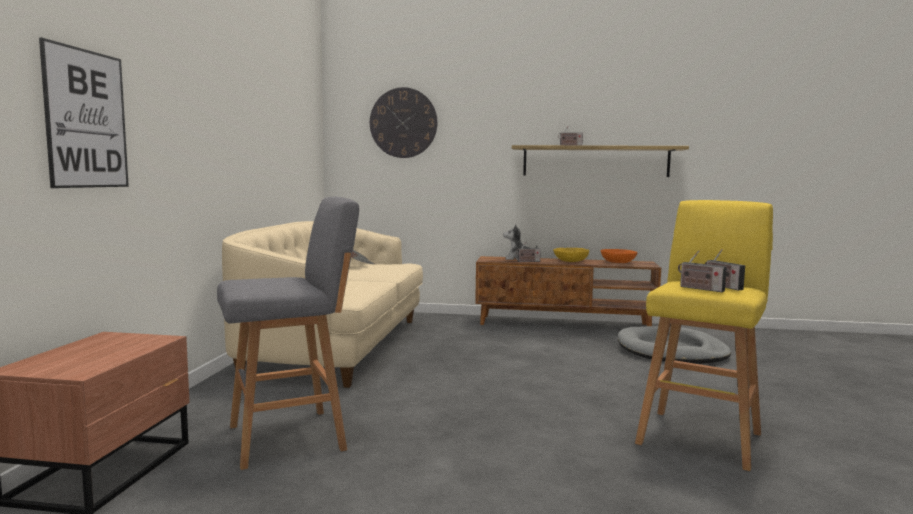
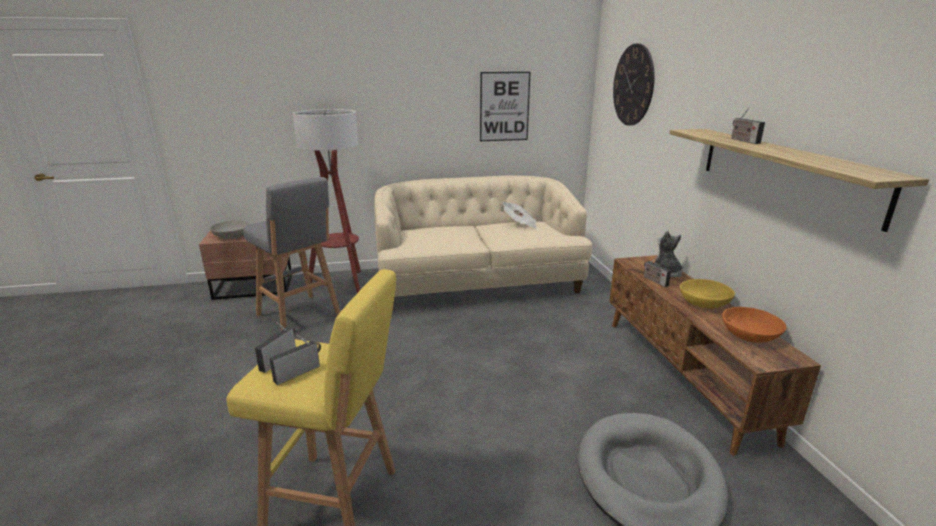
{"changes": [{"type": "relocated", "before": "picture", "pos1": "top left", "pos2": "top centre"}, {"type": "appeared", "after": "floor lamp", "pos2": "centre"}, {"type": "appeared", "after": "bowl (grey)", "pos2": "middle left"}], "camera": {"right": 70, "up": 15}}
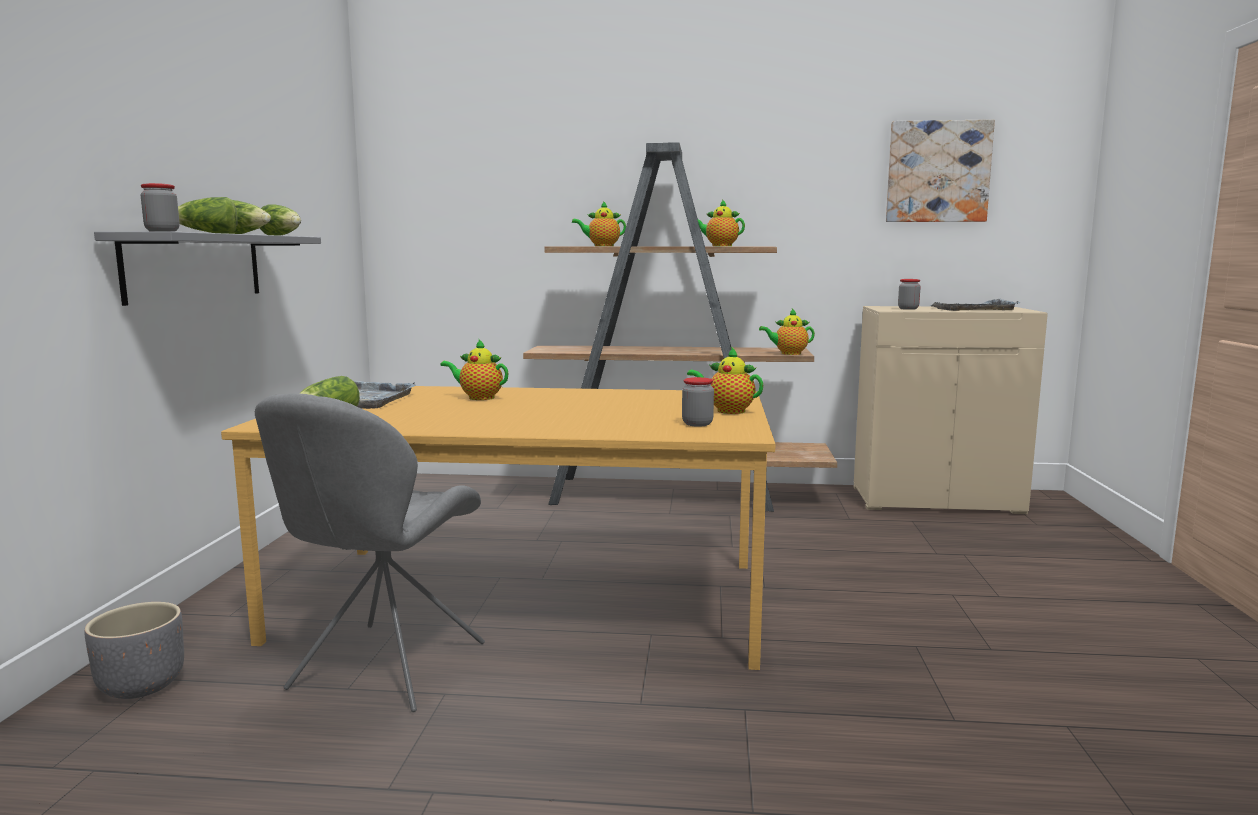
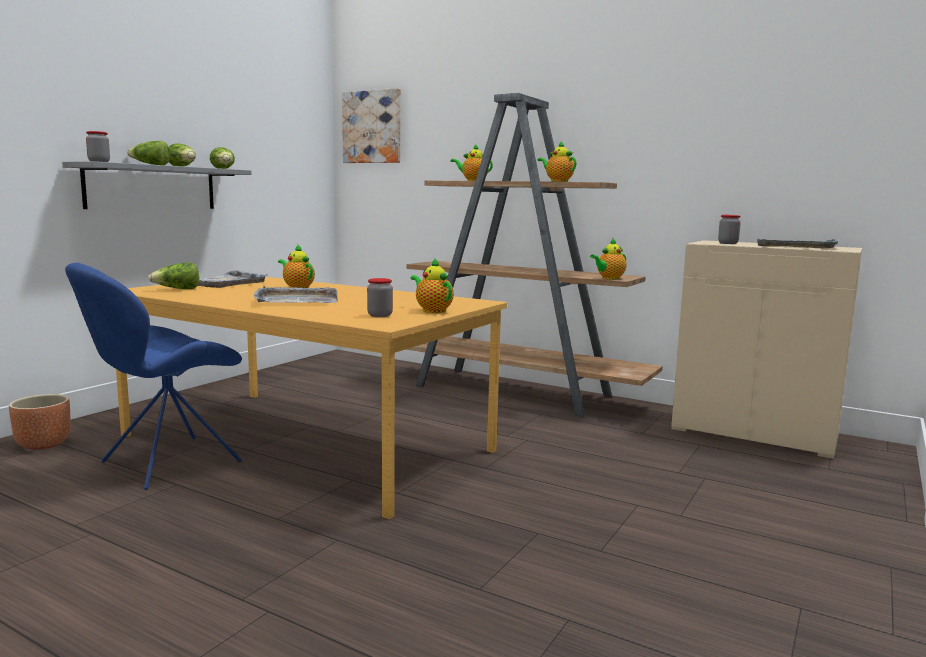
{"changes": [{"type": "relocated", "before": "picture", "pos1": "top right", "pos2": "top centre"}, {"type": "spun", "before": "teapot (no. 5 from left)", "pos1": "centre", "pos2": "centre", "turn": -60}, {"type": "colour", "before": "chair (grey)", "after": "chair (blue)", "pos1": "bottom left", "pos2": "middle left"}, {"type": "colour", "before": "planter (grey)", "after": "planter (brown)", "pos1": "bottom left", "pos2": "middle left"}, {"type": "appeared", "after": "tray (grey) (no. 2 from left)", "pos2": "middle left"}], "camera": {"right": 25, "up": 0}}
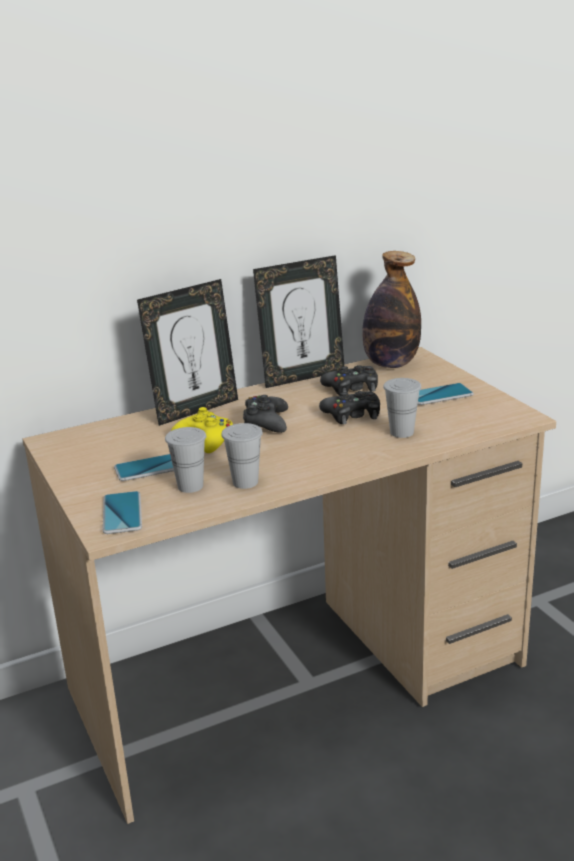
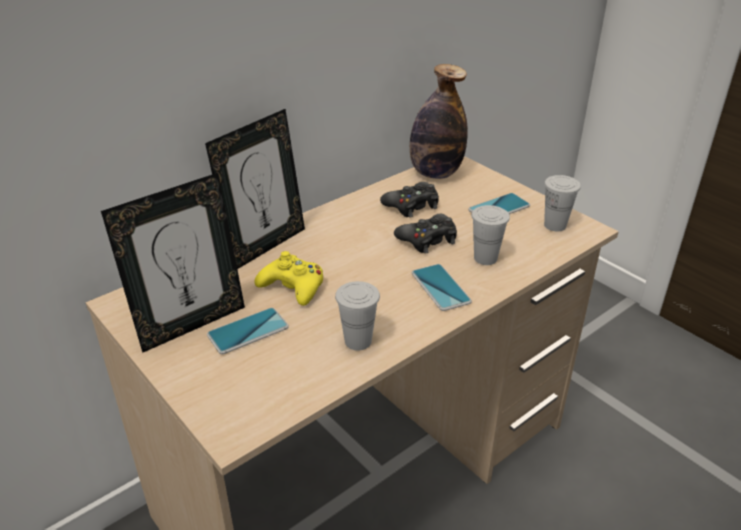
{"changes": [{"type": "relocated", "before": "picture frame (no. 2 from left in the first image)", "after": "picture frame (no. 1 from left)", "pos1": "centre", "pos2": "middle left"}, {"type": "missing", "before": "game controller (black) (no. 1 from left)", "pos1": "centre"}, {"type": "relocated", "before": "cup (white) (no. 1 from left in the first image)", "after": "cup (white) (no. 3 from left)", "pos1": "middle left", "pos2": "middle right"}, {"type": "relocated", "before": "phone (no. 1 from left in the first image)", "after": "phone (no. 2 from left)", "pos1": "middle left", "pos2": "centre"}], "camera": {"right": -15, "up": 10}}
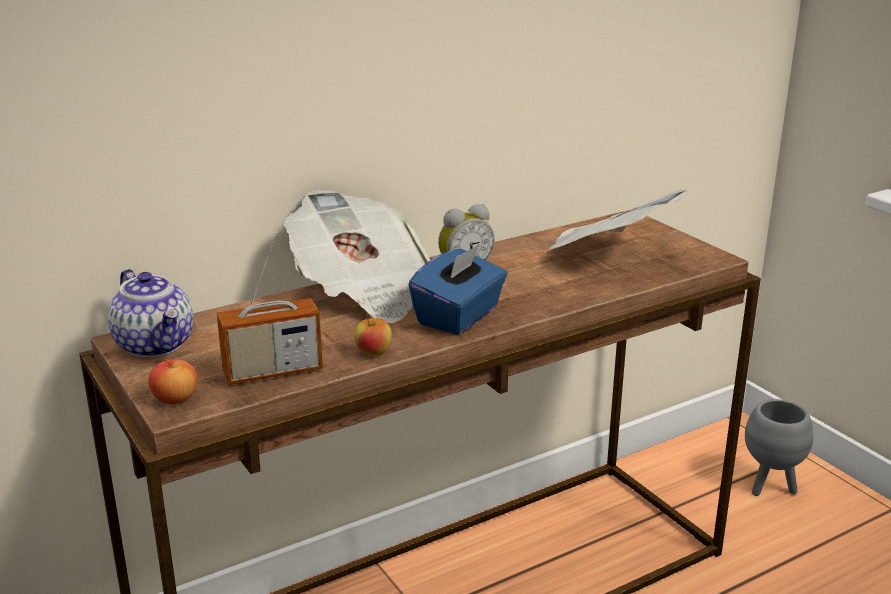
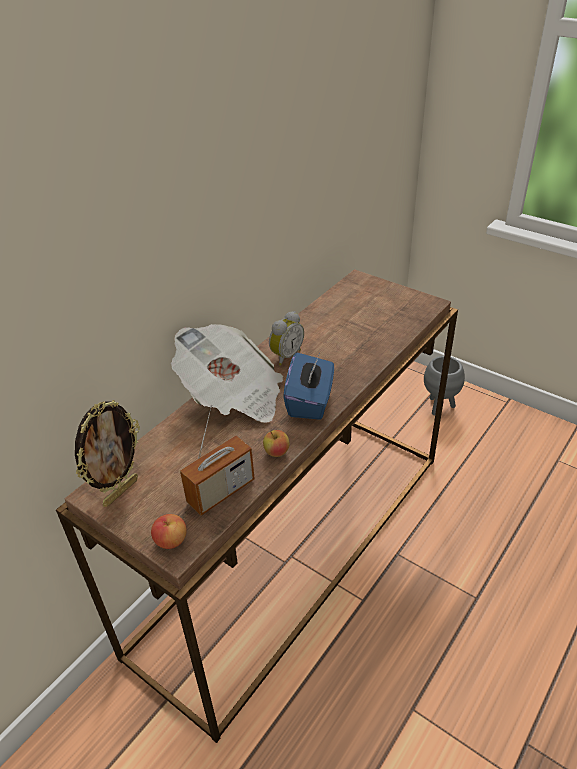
{"changes": [{"type": "missing", "before": "newspaper (no. 2 from left)", "pos1": "middle right"}, {"type": "exchanged", "before": "teapot", "after": "picture frame", "pos1": "middle left", "pos2": "middle left"}], "camera": {"right": -20, "up": 15}}
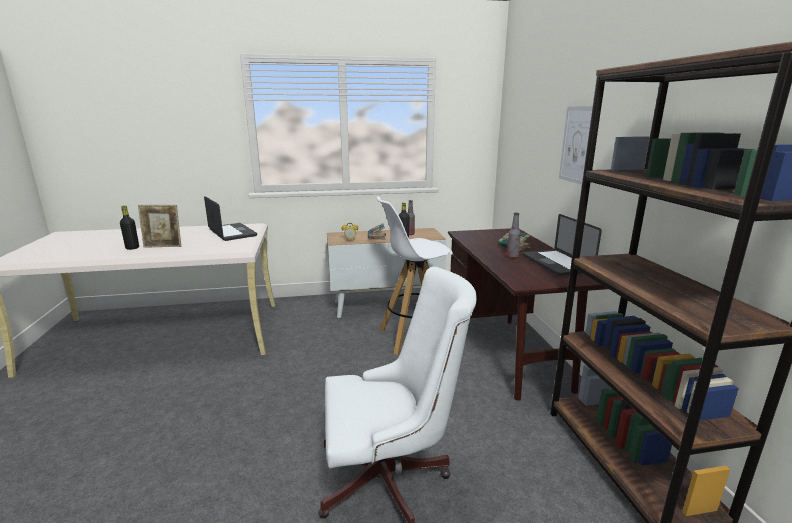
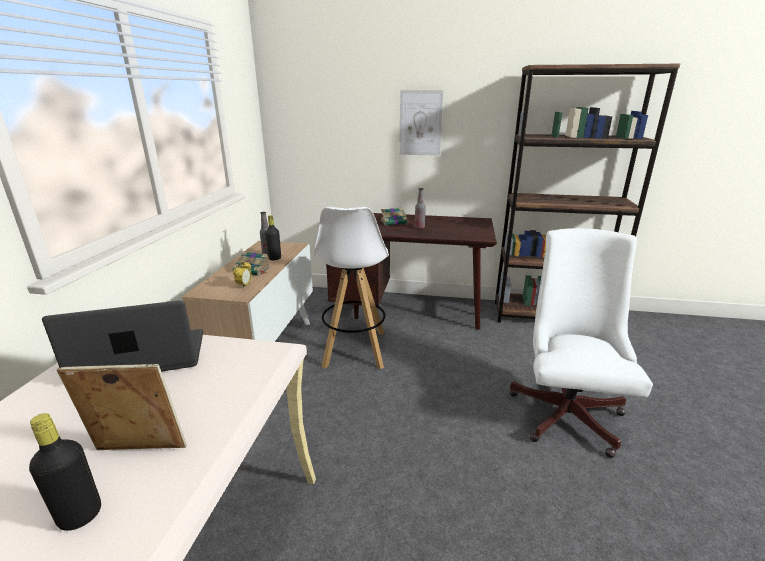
{"changes": [{"type": "spun", "before": "picture frame", "pos1": "middle left", "pos2": "bottom left", "turn": -105}, {"type": "missing", "before": "laptop (no. 2 from left)", "pos1": "middle right"}], "camera": {"right": -70, "up": 5}}
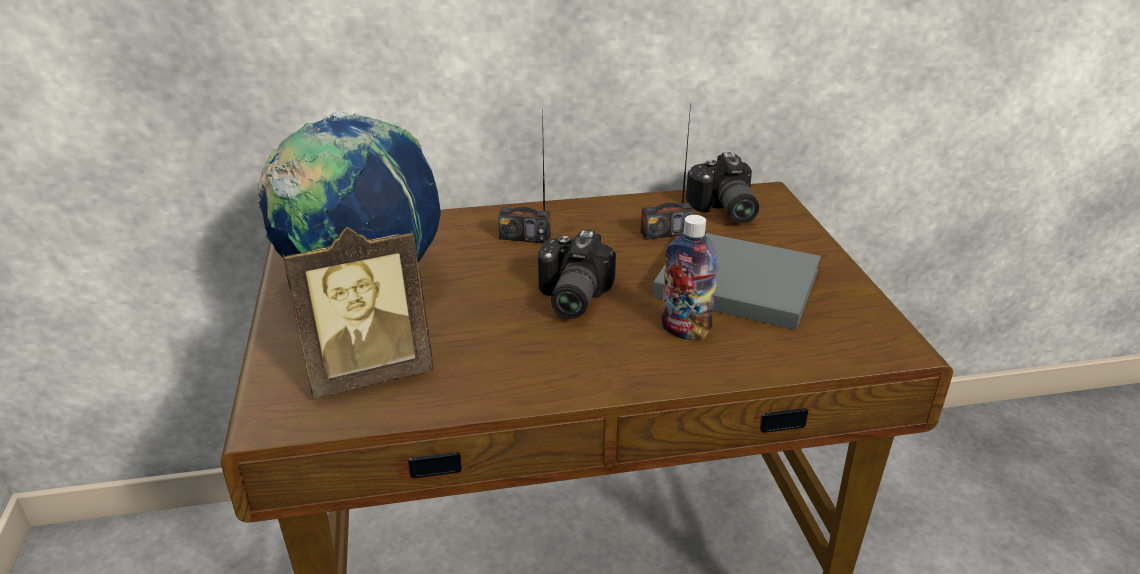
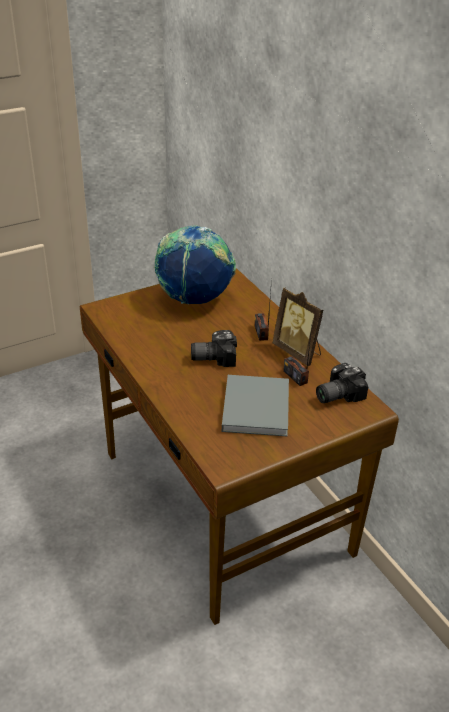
{"changes": [{"type": "missing", "before": "bottle", "pos1": "centre"}, {"type": "relocated", "before": "picture frame", "pos1": "middle left", "pos2": "centre"}], "camera": {"right": 70, "up": 5}}
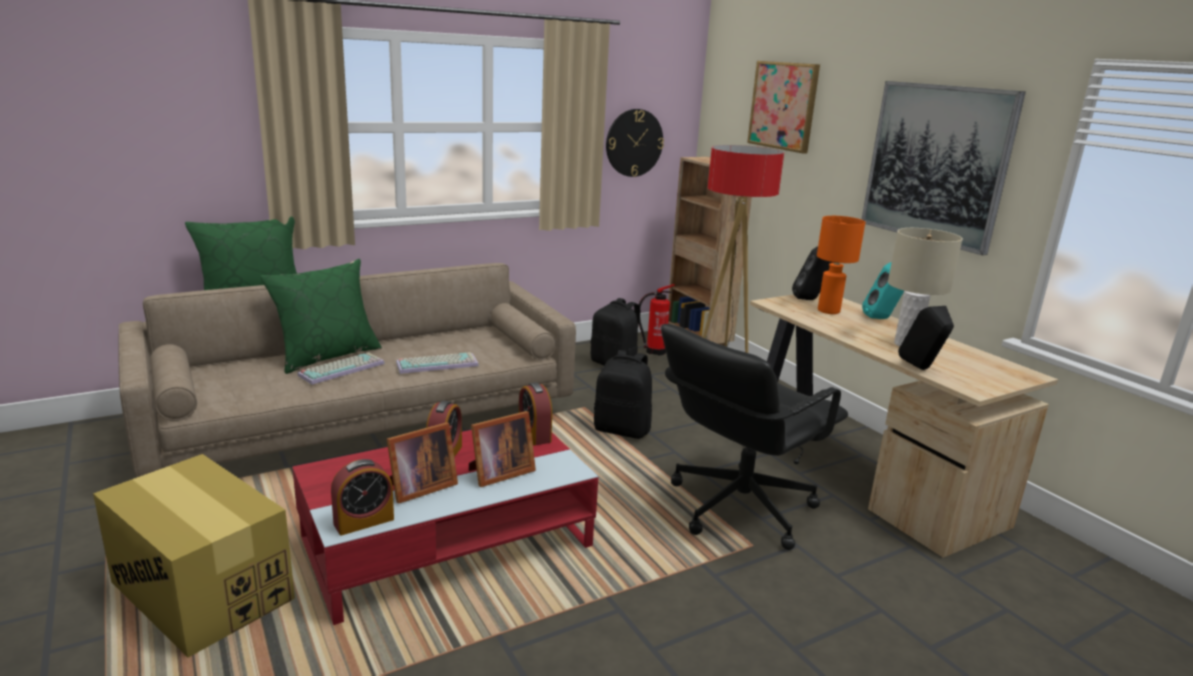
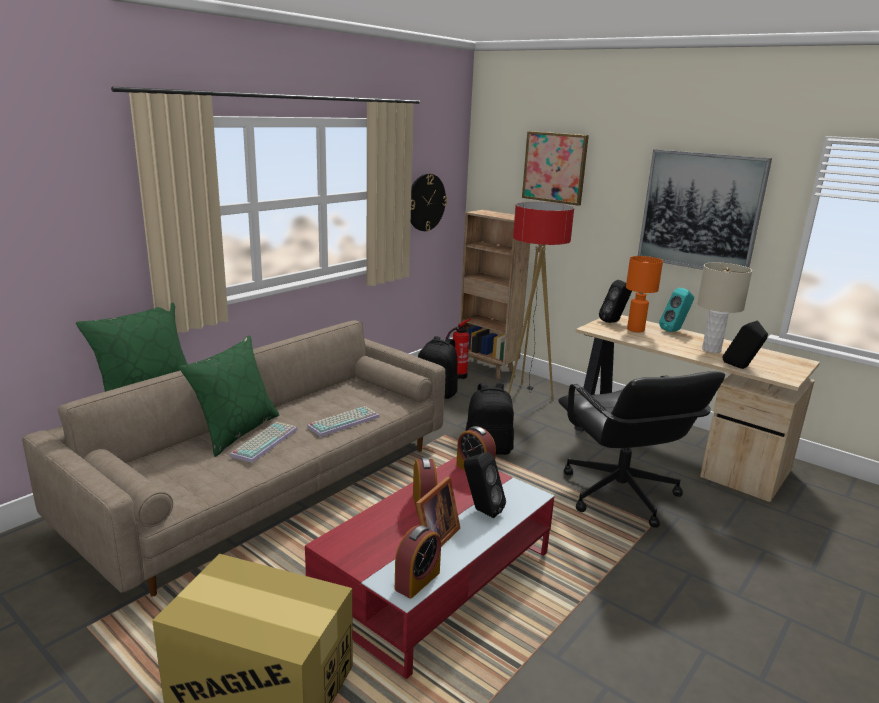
{"changes": [{"type": "spun", "before": "office chair (black)", "pos1": "centre", "pos2": "middle right", "turn": -45}, {"type": "exchanged", "before": "picture frame (no. 2 from left)", "after": "speaker (black) (no. 1 from left)", "pos1": "centre", "pos2": "bottom centre"}], "camera": {"right": -20, "up": 0}}
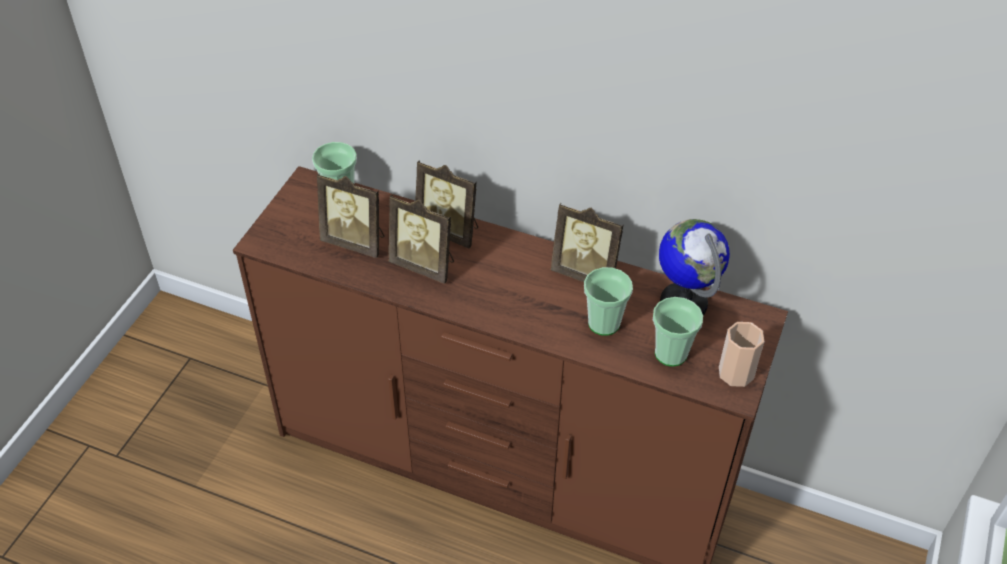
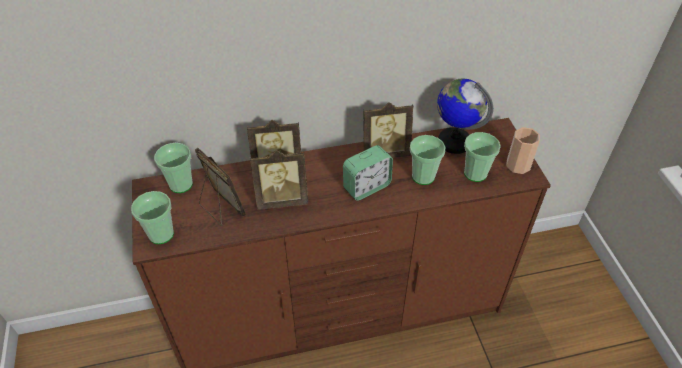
{"changes": [{"type": "spun", "before": "picture frame (no. 1 from left)", "pos1": "centre", "pos2": "middle left", "turn": -120}, {"type": "appeared", "after": "alarm clock", "pos2": "centre"}, {"type": "appeared", "after": "cup (no. 1 from left)", "pos2": "middle left"}], "camera": {"right": -35, "up": 0}}
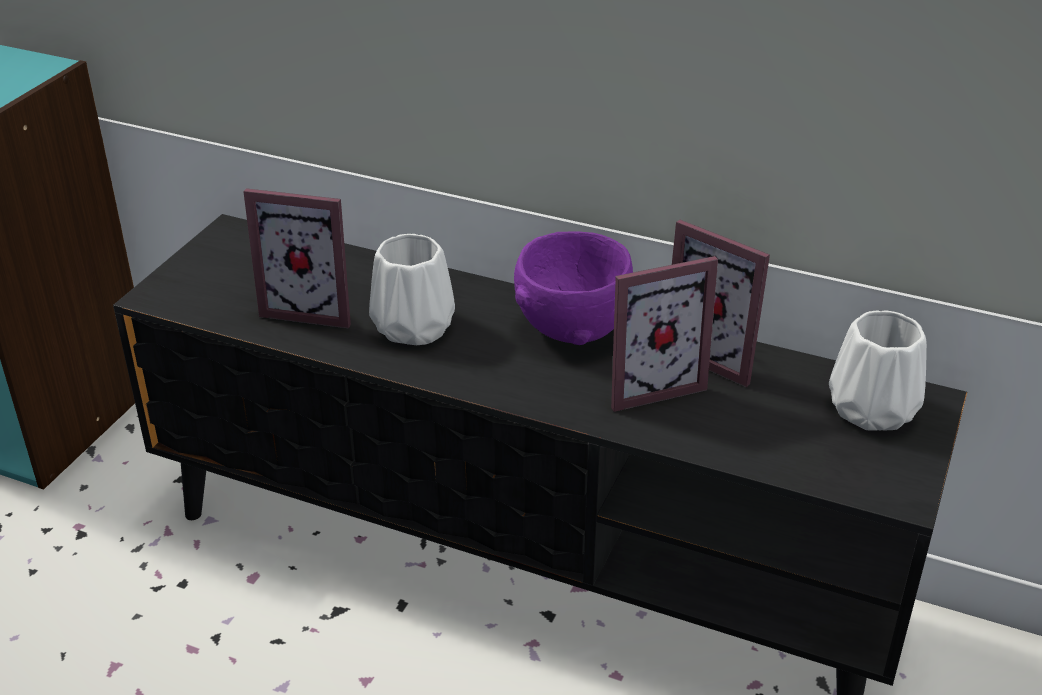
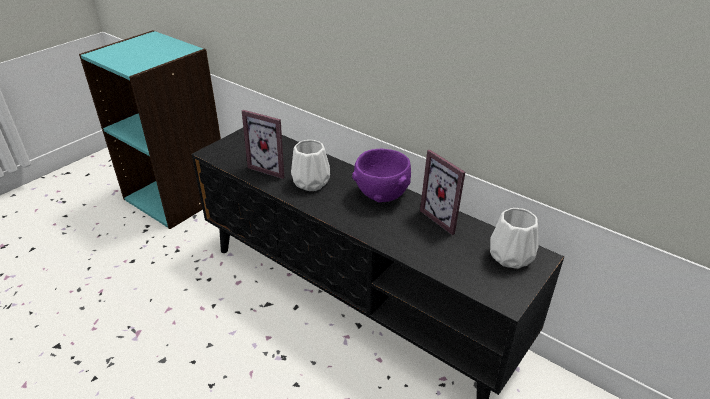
{"changes": [{"type": "missing", "before": "picture frame (no. 2 from left)", "pos1": "centre"}], "camera": {"right": 15, "up": 0}}
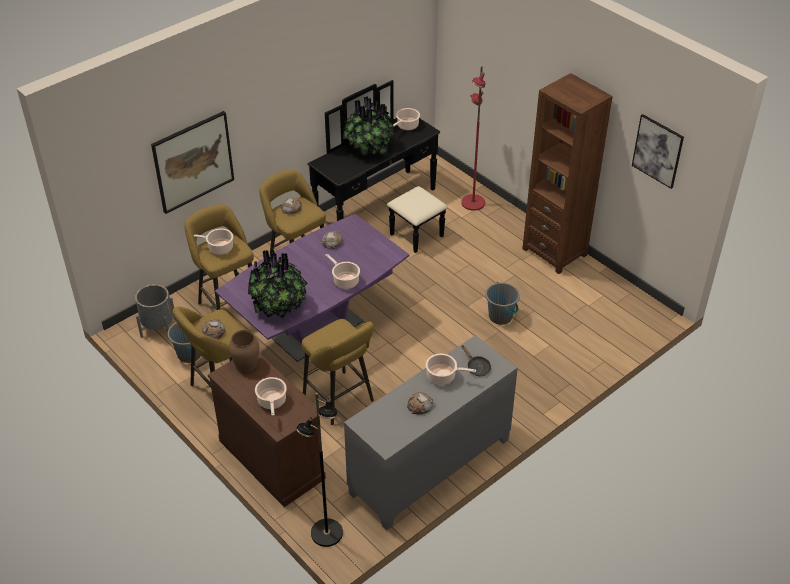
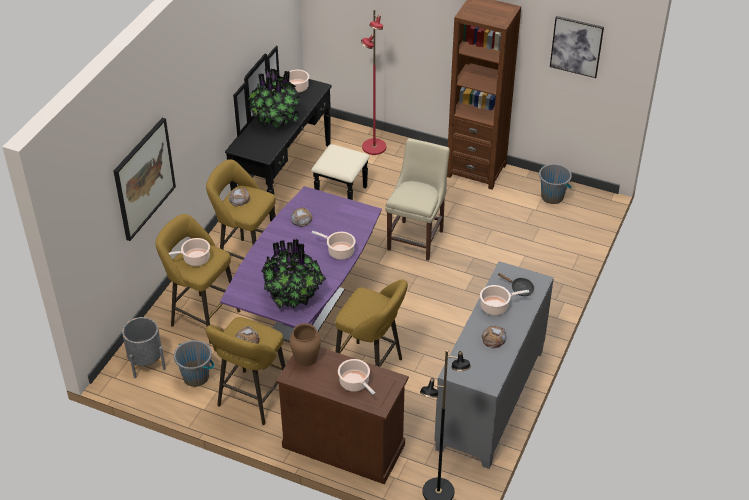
{"changes": [{"type": "relocated", "before": "bucket (grey) (no. 2 from left)", "pos1": "centre", "pos2": "middle right"}, {"type": "appeared", "after": "chair (beige)", "pos2": "centre"}], "camera": {"right": -25, "up": 0}}
